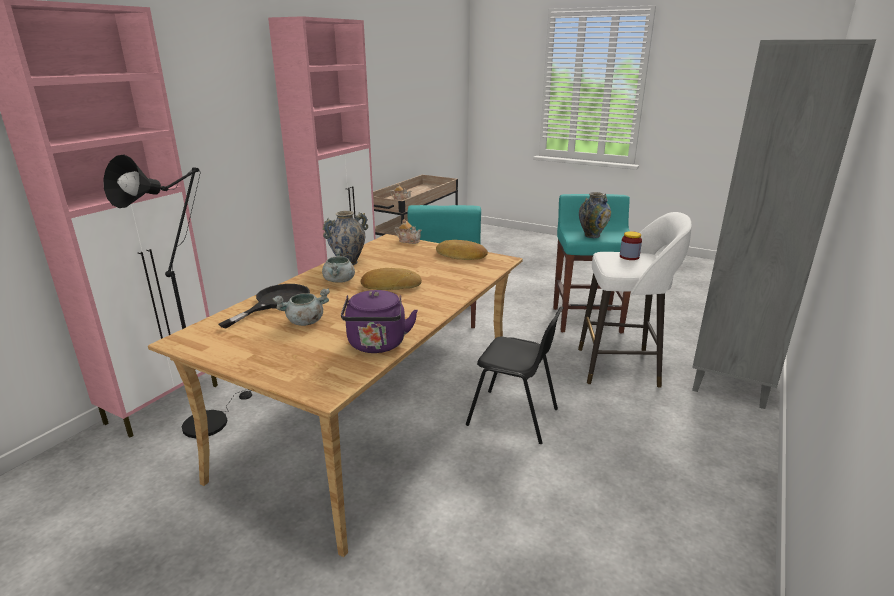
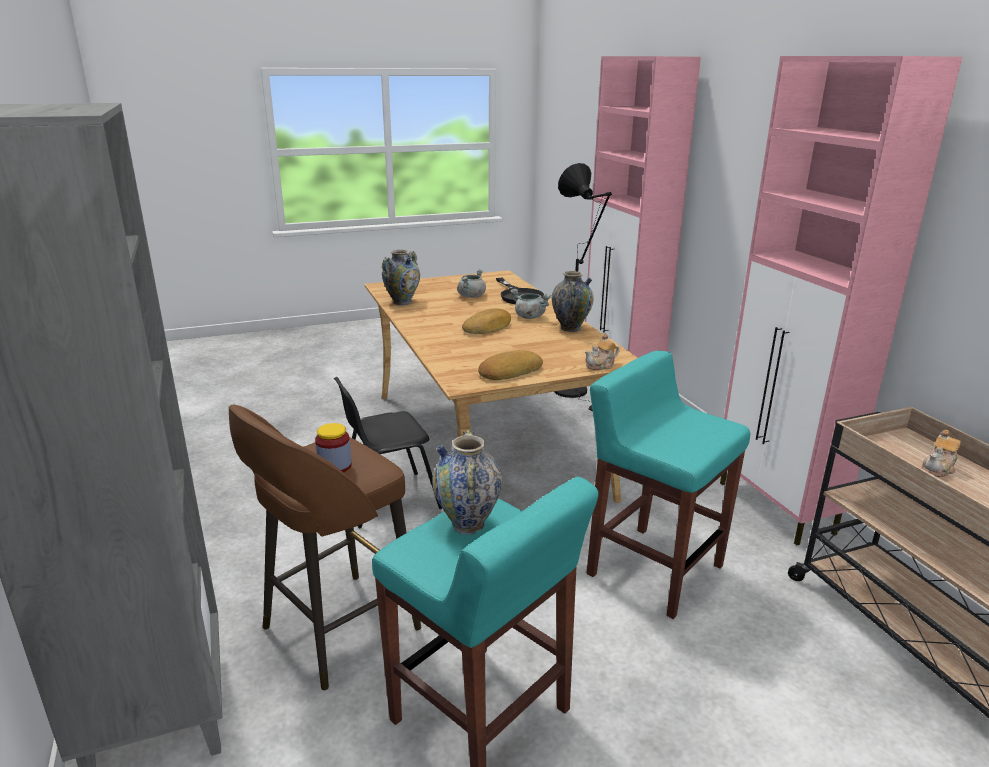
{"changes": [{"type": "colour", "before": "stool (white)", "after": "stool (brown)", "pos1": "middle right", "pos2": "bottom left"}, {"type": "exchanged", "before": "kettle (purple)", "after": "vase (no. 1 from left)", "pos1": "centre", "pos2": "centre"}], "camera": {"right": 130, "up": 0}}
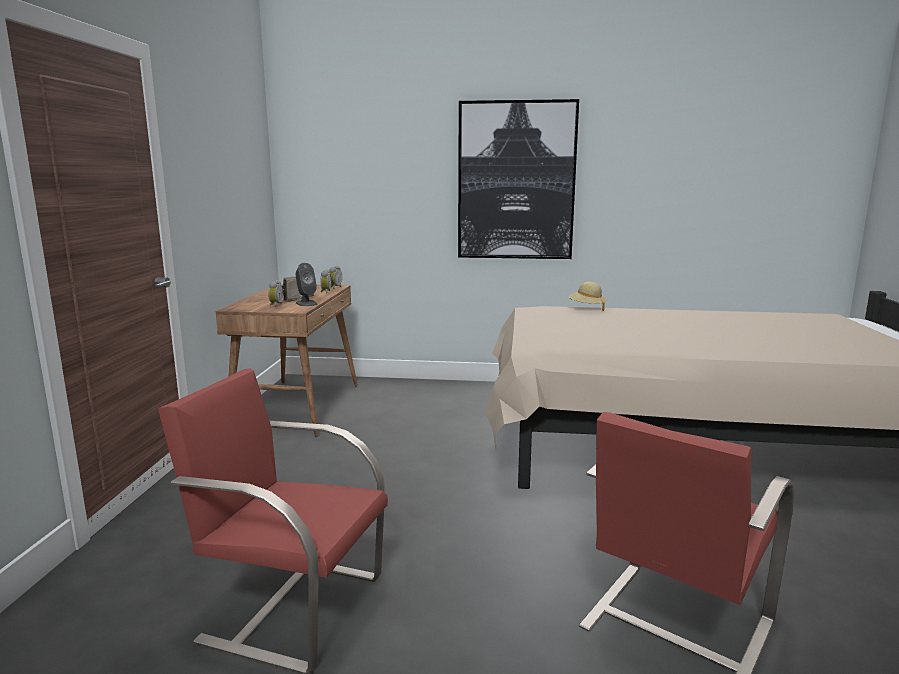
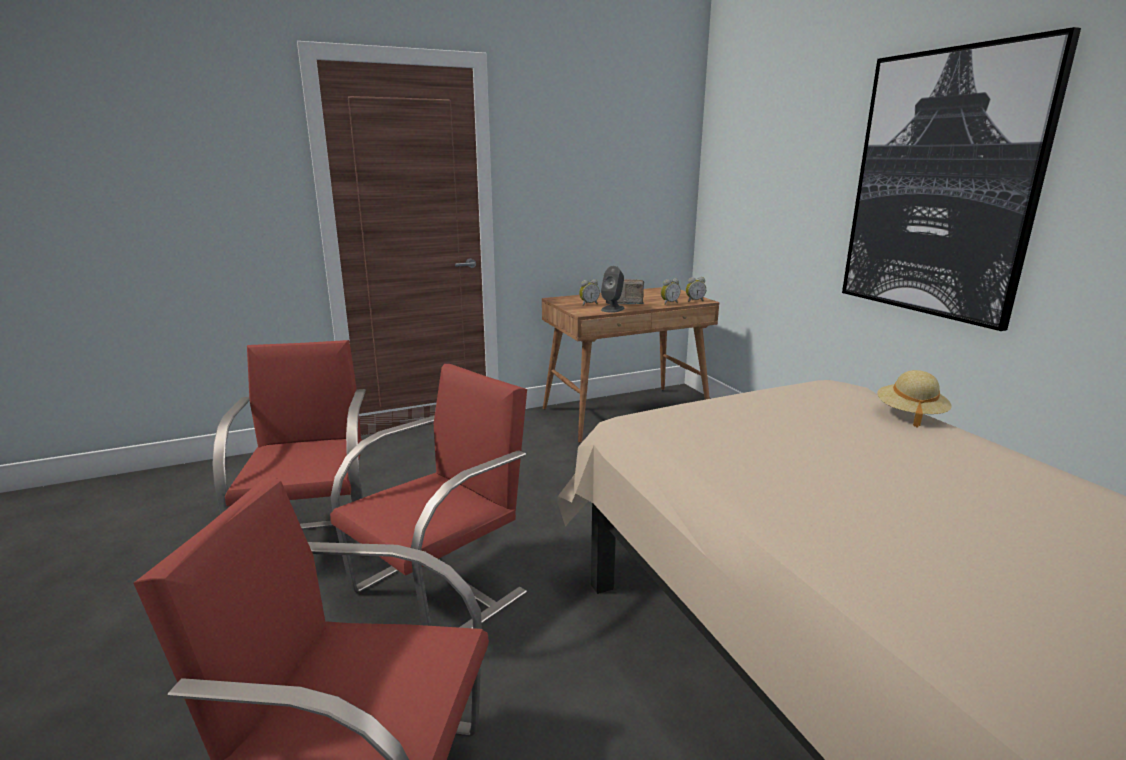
{"changes": [{"type": "appeared", "after": "chair (red) (no. 3 from left)", "pos2": "centre"}], "camera": {"right": 60, "up": 5}}
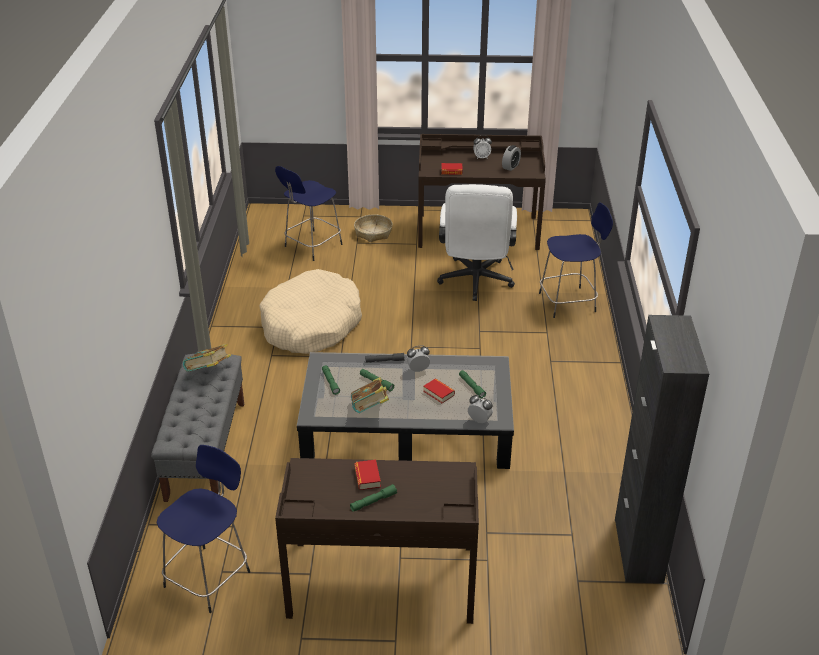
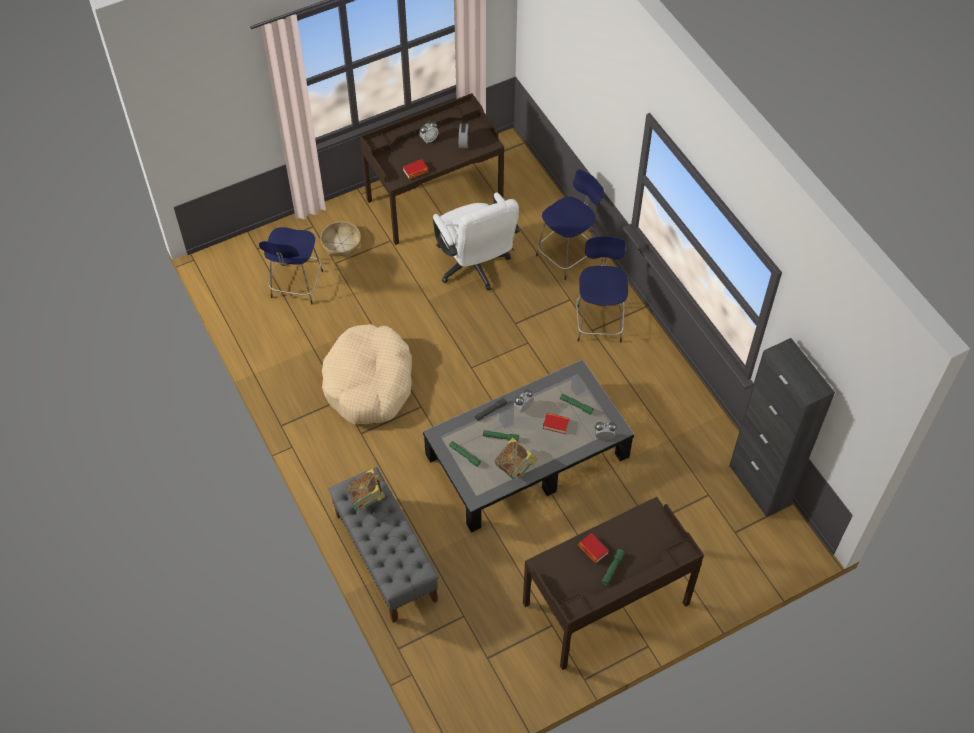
{"changes": [{"type": "relocated", "before": "stool (blue) (no. 1 from left in the first image)", "after": "stool (blue) (no. 3 from left)", "pos1": "bottom left", "pos2": "centre"}], "camera": {"right": -30, "up": 20}}
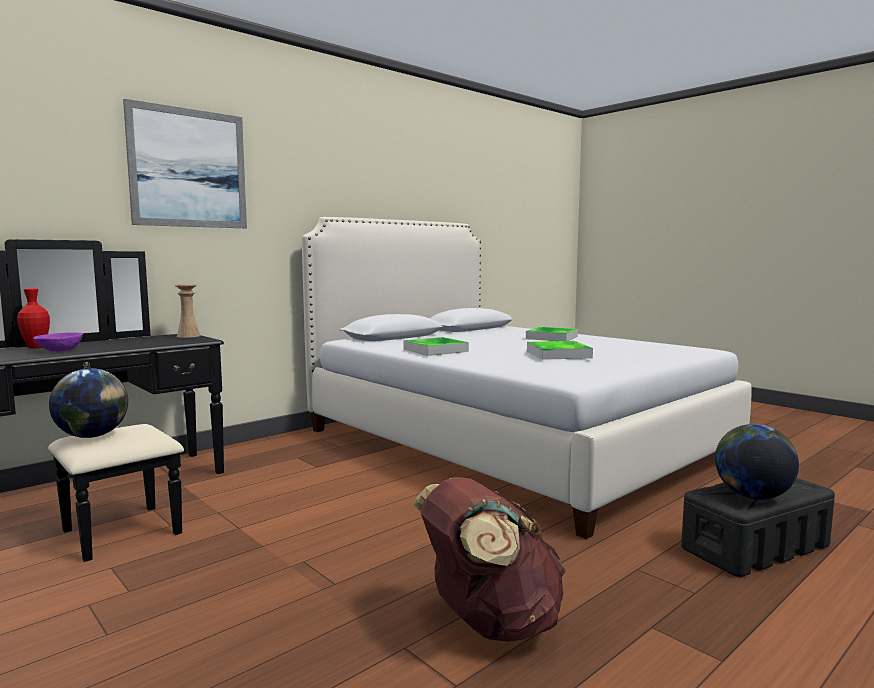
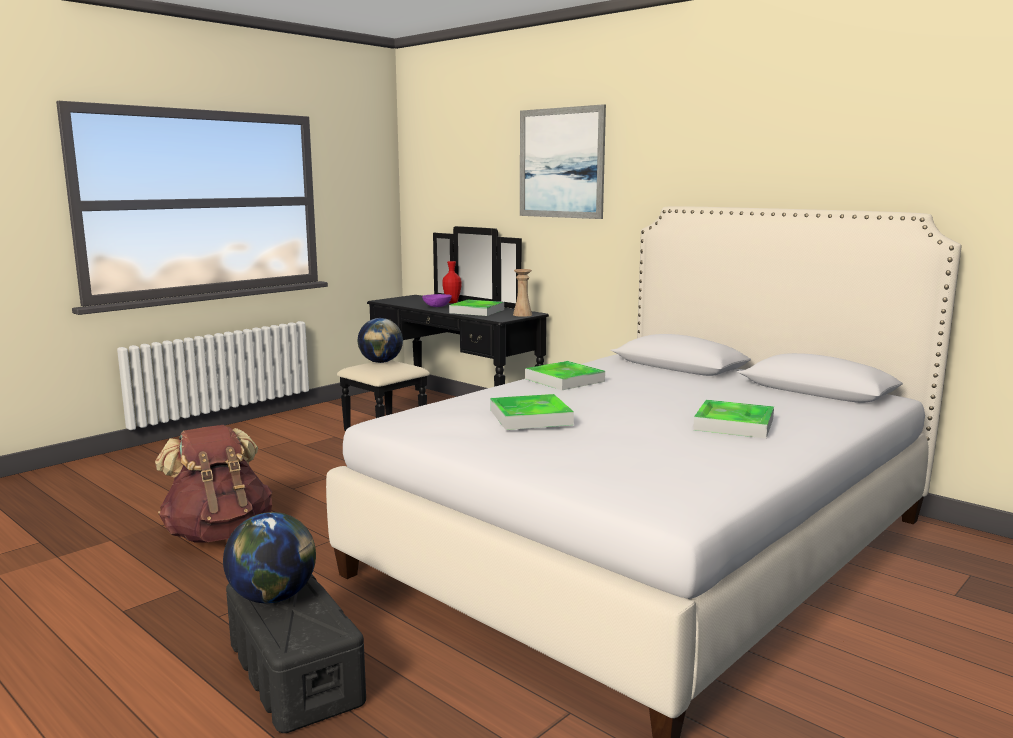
{"changes": [{"type": "appeared", "after": "tray (no. 1 from left)", "pos2": "centre"}], "camera": {"right": 85, "up": 5}}
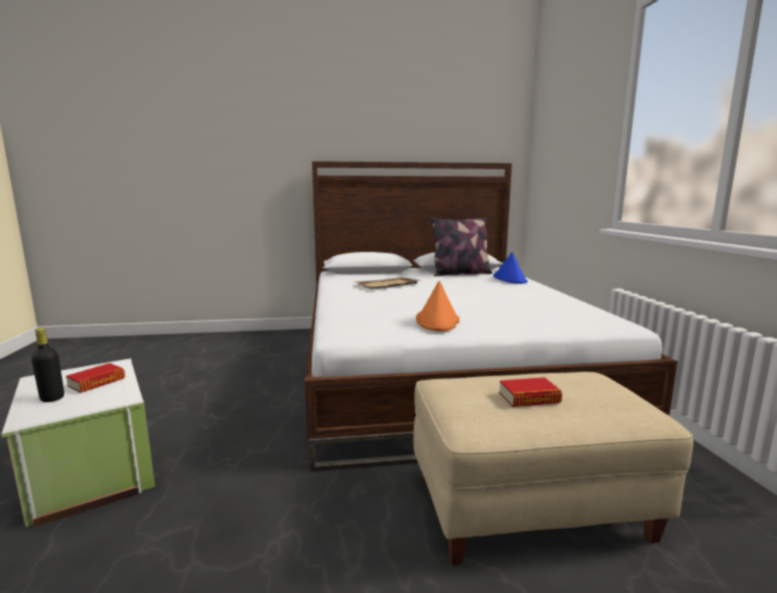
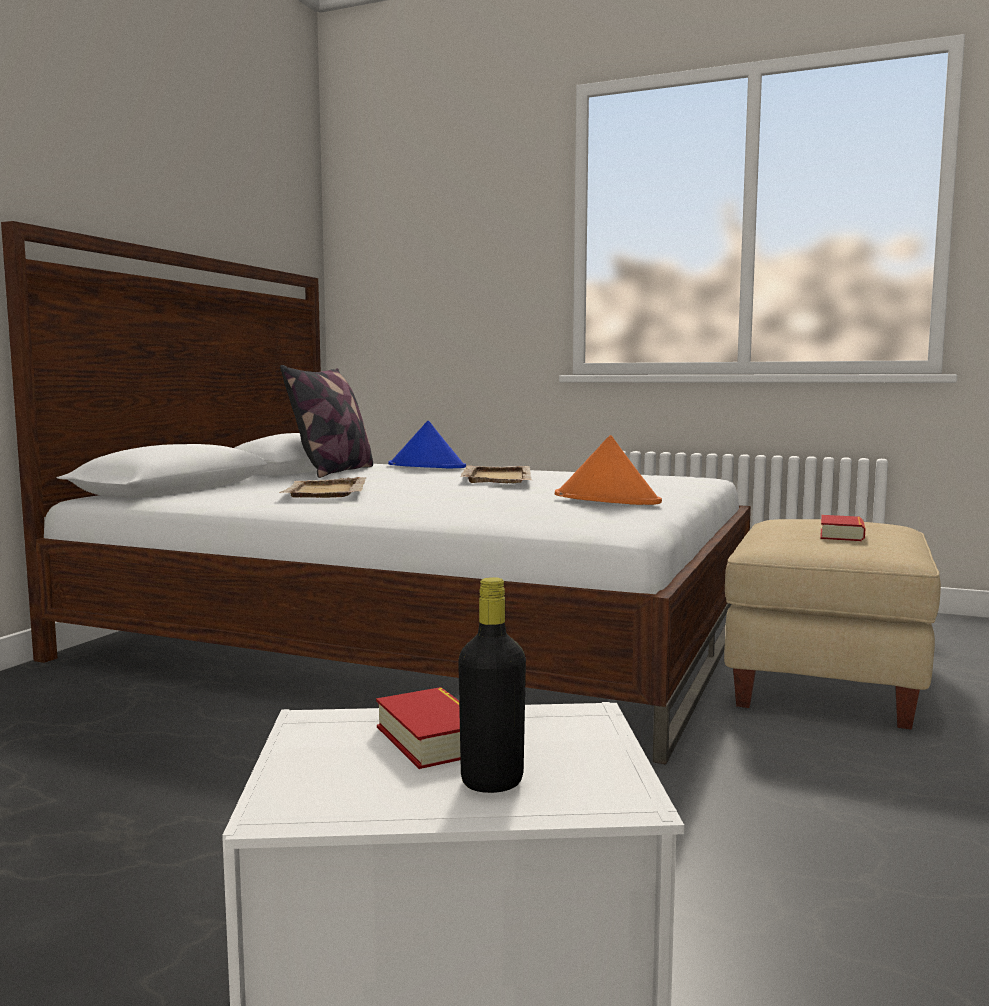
{"changes": [{"type": "appeared", "after": "tray (beige) (no. 2 from left)", "pos2": "centre"}], "camera": {"right": -60, "up": -5}}
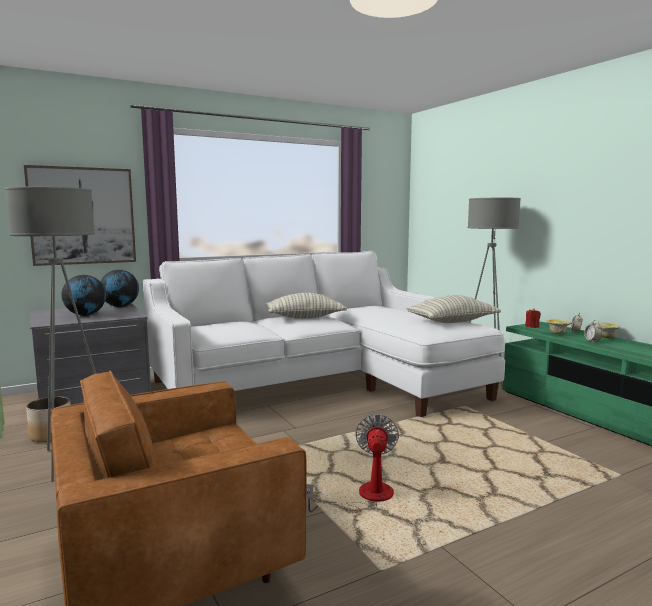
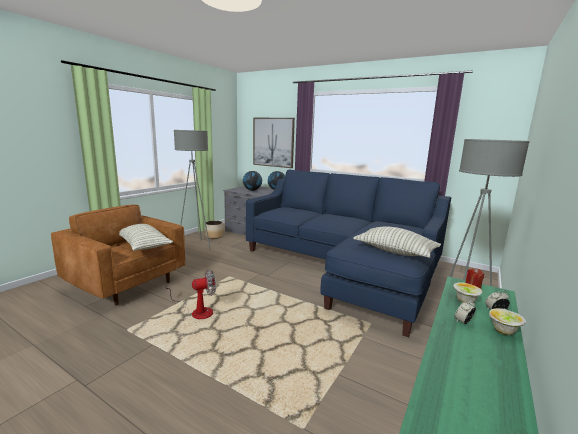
{"changes": [{"type": "colour", "before": "sofa (white)", "after": "sofa (blue)", "pos1": "centre", "pos2": "centre"}, {"type": "relocated", "before": "pillow (no. 1 from left)", "pos1": "centre", "pos2": "middle left"}], "camera": {"right": 60, "up": 5}}
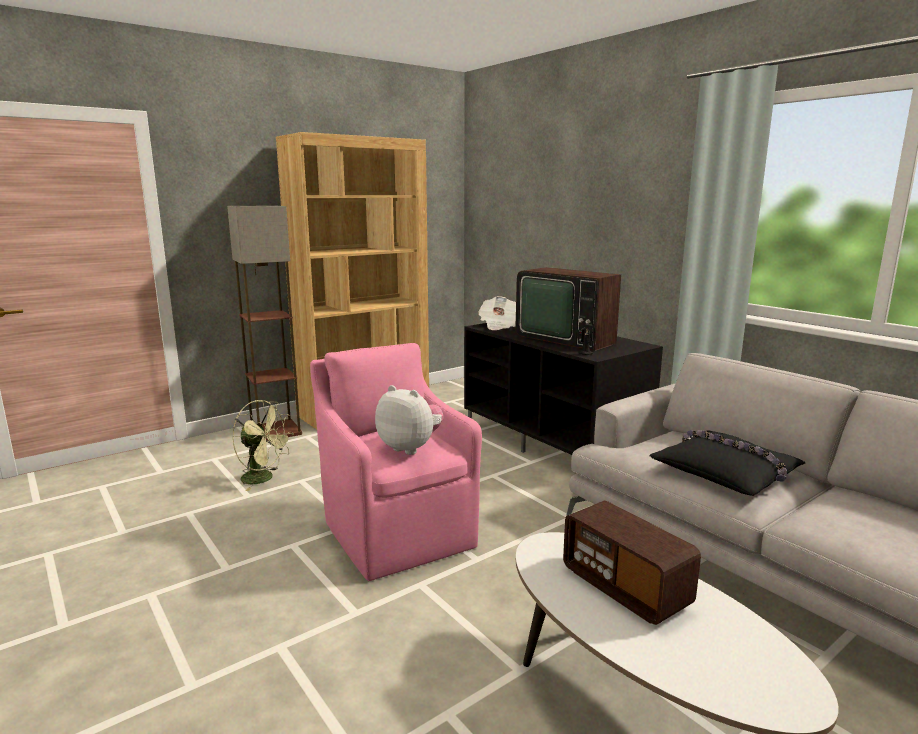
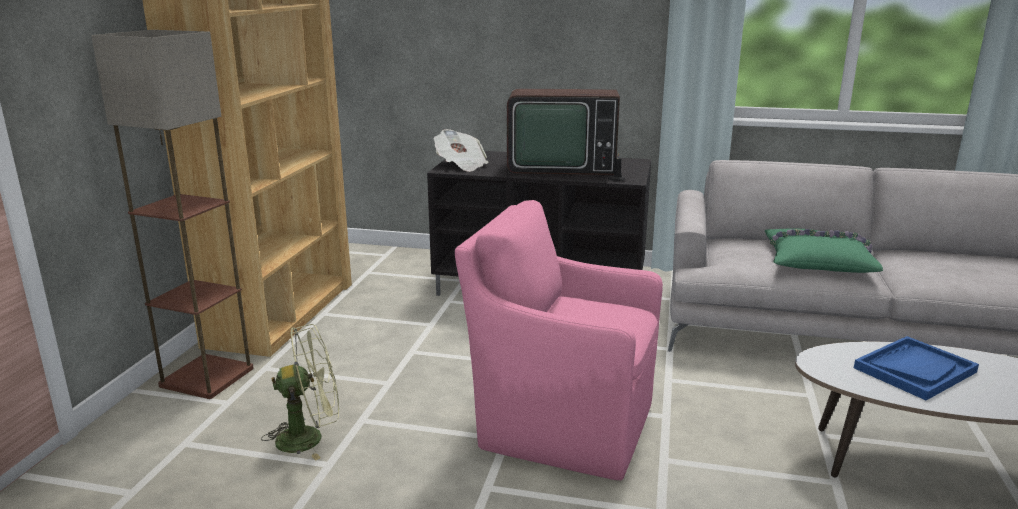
{"changes": [{"type": "missing", "before": "plush toy", "pos1": "centre"}, {"type": "colour", "before": "pillow (black)", "after": "pillow (green)", "pos1": "middle right", "pos2": "middle right"}, {"type": "exchanged", "before": "radio", "after": "tray (blue)", "pos1": "bottom right", "pos2": "bottom right"}], "camera": {"right": -40, "up": 5}}
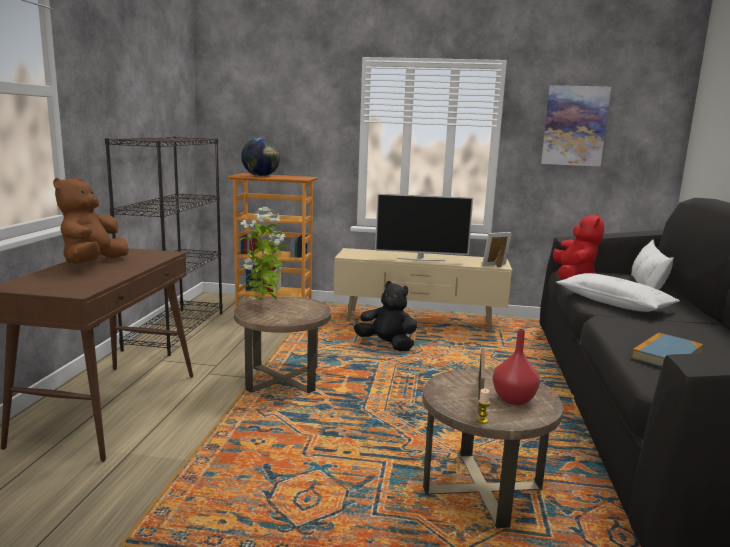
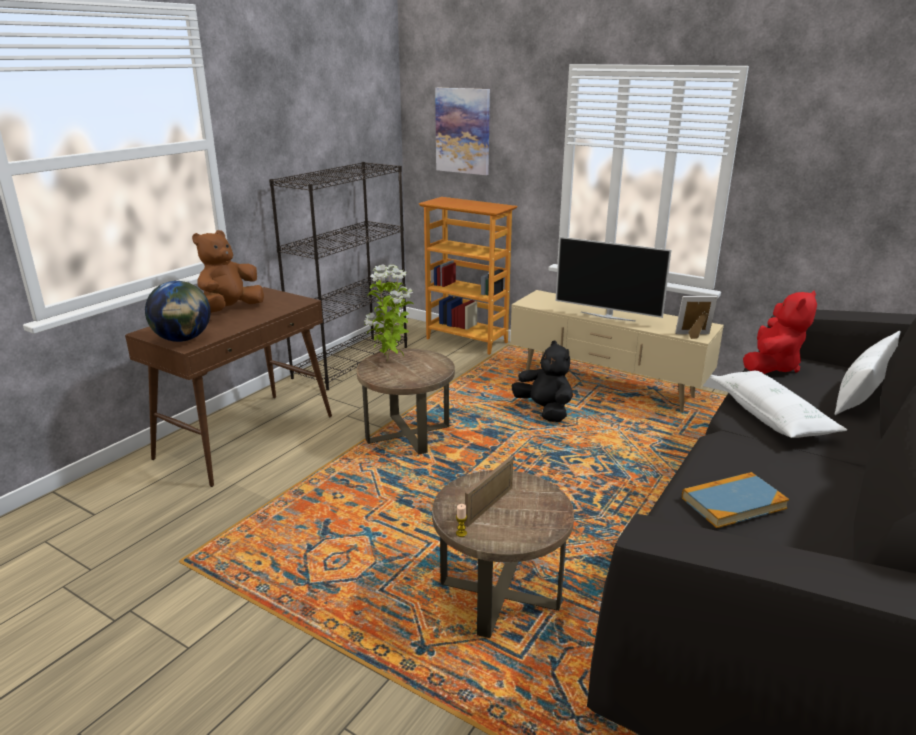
{"changes": [{"type": "relocated", "before": "picture", "pos1": "top right", "pos2": "top centre"}, {"type": "relocated", "before": "globe", "pos1": "top centre", "pos2": "middle left"}, {"type": "missing", "before": "vase (red)", "pos1": "bottom right"}], "camera": {"right": 25, "up": 10}}
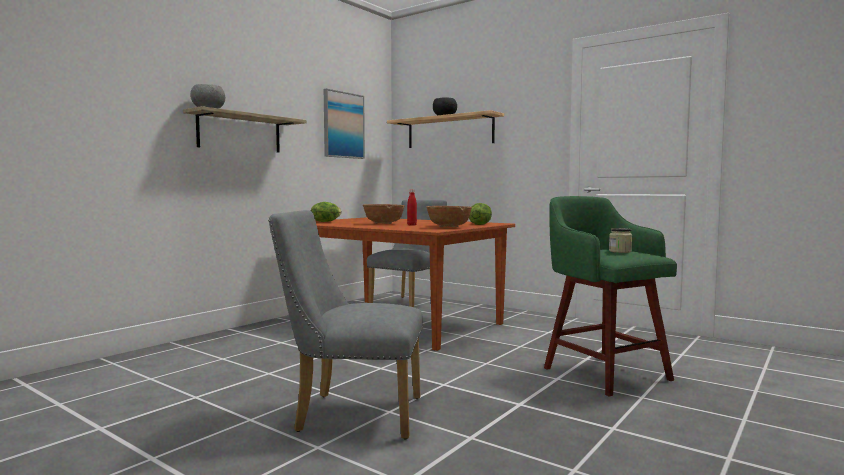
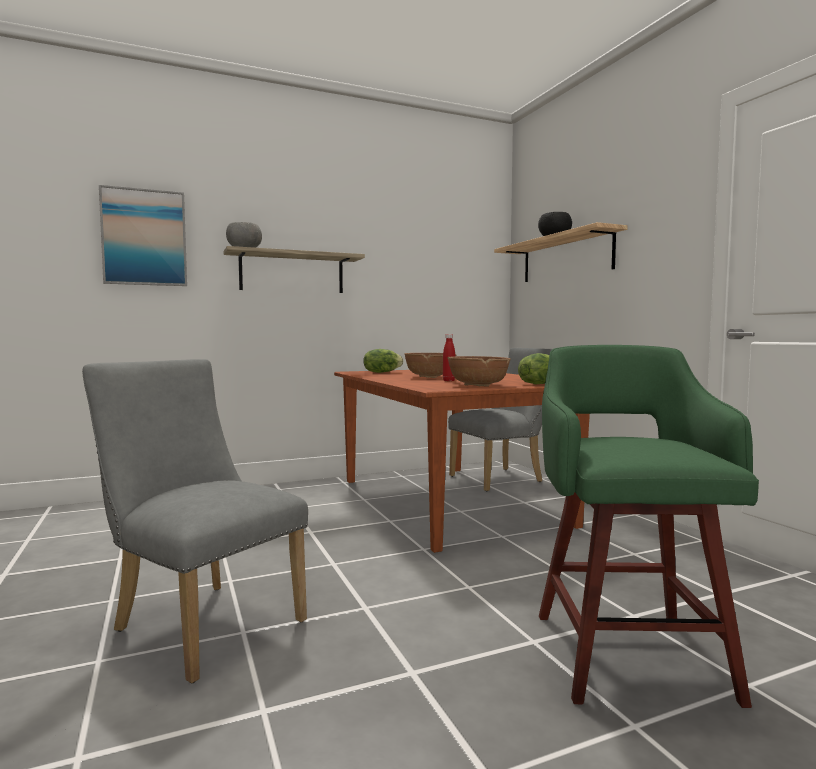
{"changes": [{"type": "relocated", "before": "picture", "pos1": "top centre", "pos2": "top left"}, {"type": "missing", "before": "jar", "pos1": "middle right"}], "camera": {"right": 30, "up": 0}}
